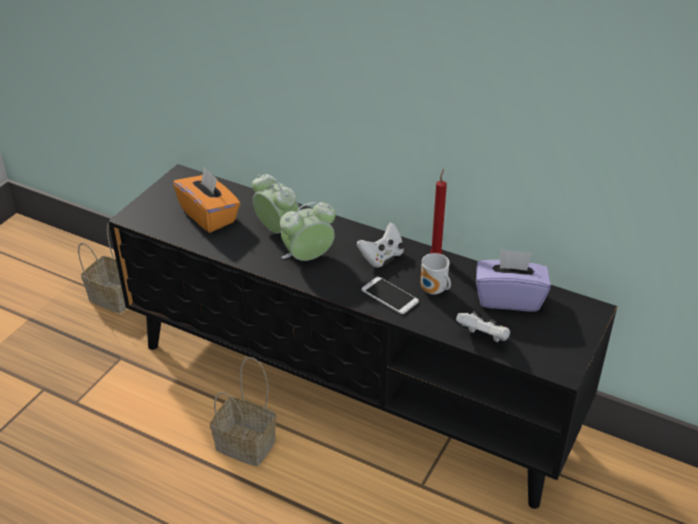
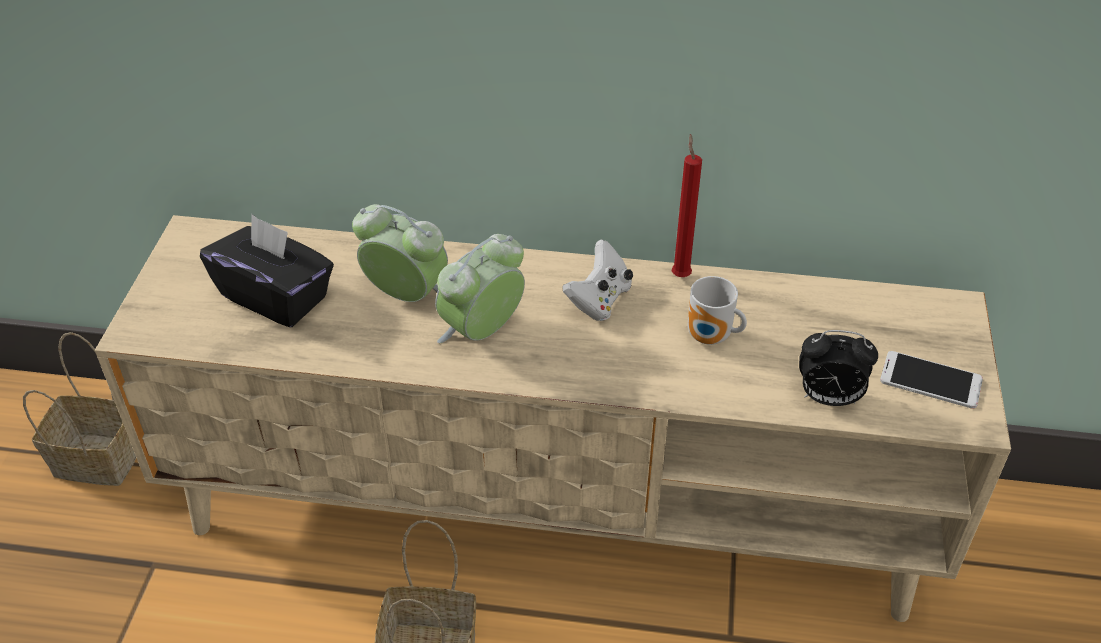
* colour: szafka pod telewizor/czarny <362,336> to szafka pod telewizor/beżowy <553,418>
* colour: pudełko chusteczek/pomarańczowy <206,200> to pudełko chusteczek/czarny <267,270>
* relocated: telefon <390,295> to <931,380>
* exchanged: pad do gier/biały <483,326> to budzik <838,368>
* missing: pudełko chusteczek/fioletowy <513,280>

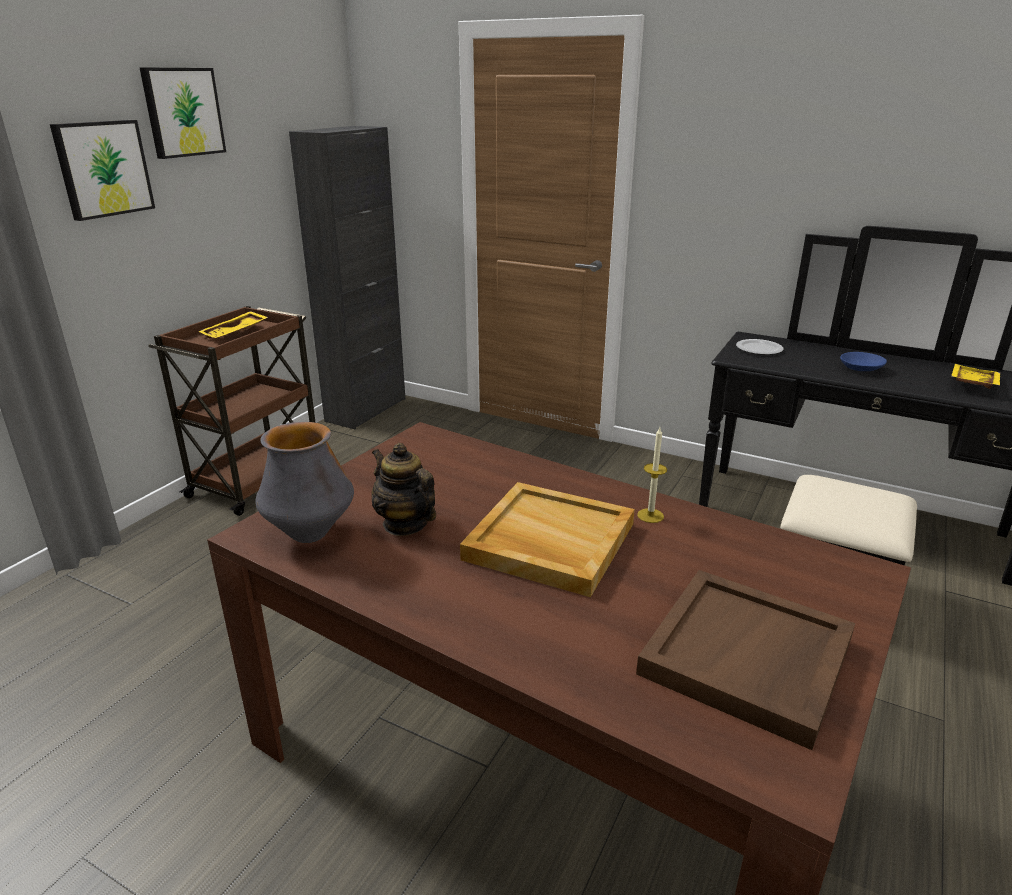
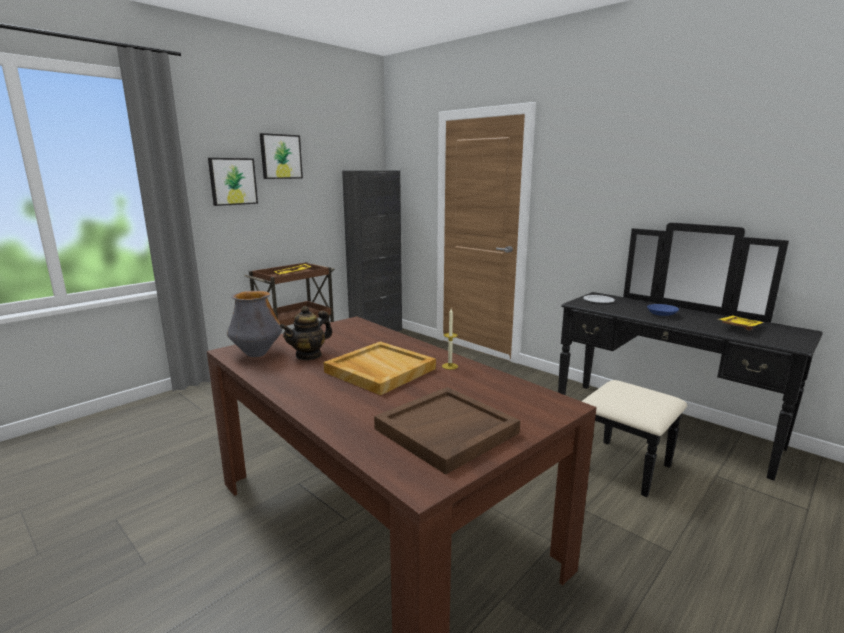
* spun: imbryk <403,489> = <306,333> 105 degrees counterclockwise

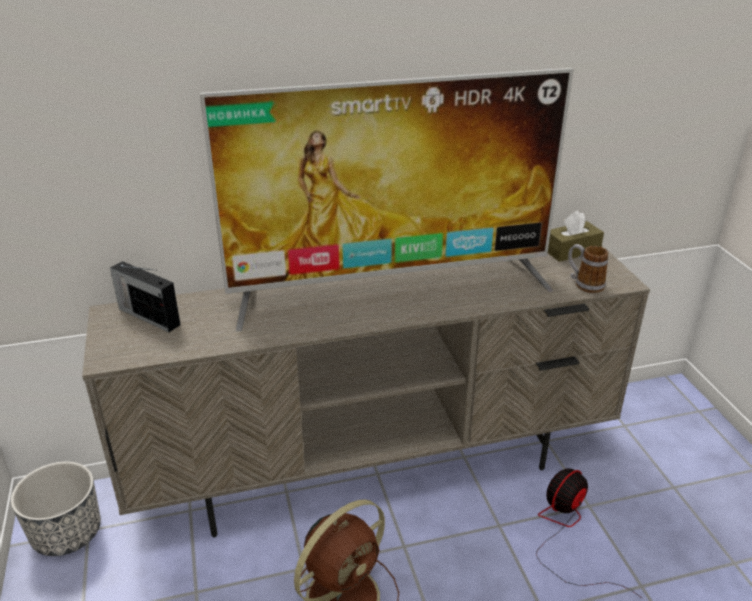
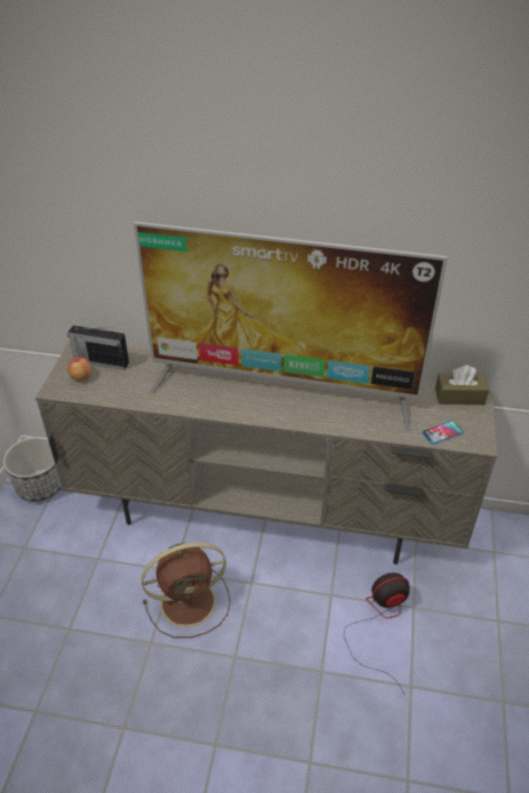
* spun: radio <145,296> = <98,347> 45 degrees counterclockwise
* exchanged: kubek <588,268> to telefon <443,432>
* appeared: jabłko <79,369>

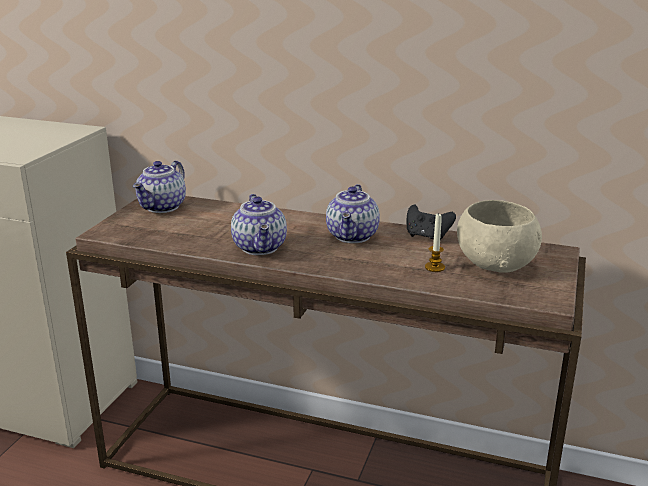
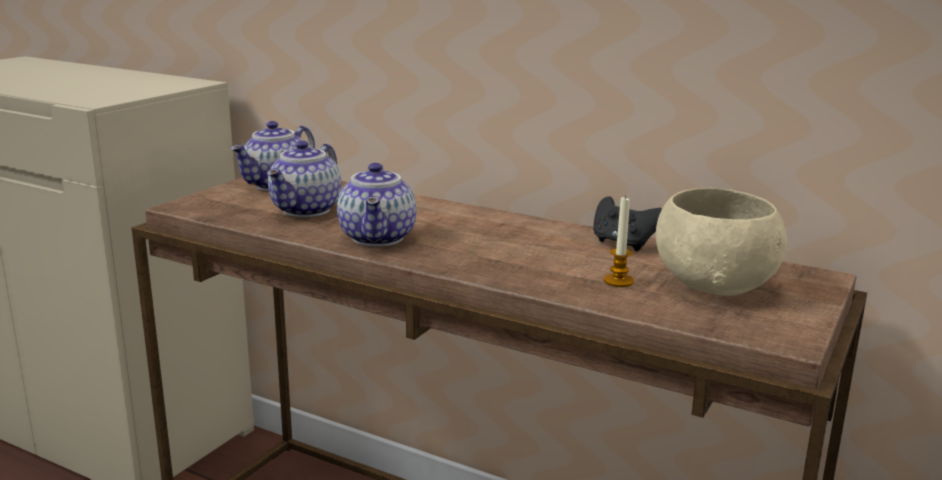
* relocated: imbryk <353,213> to <304,179>

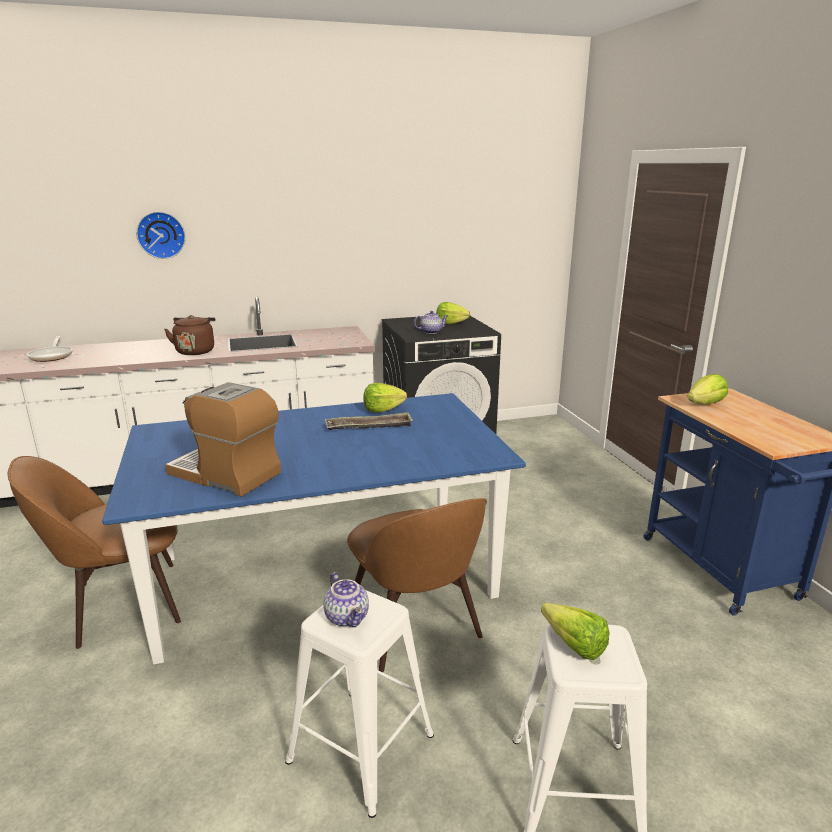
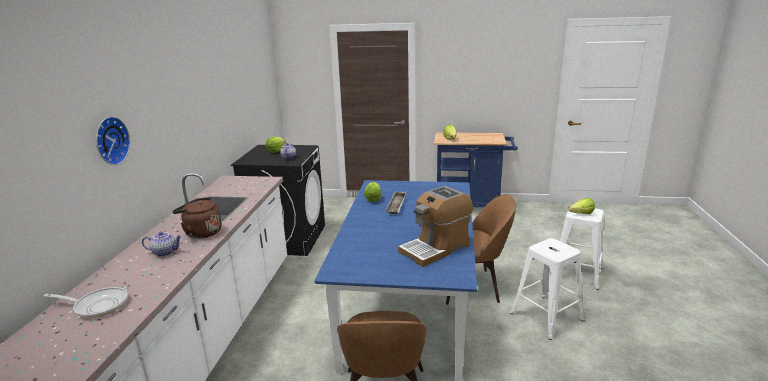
* relocated: imbryk <346,599> to <162,244>

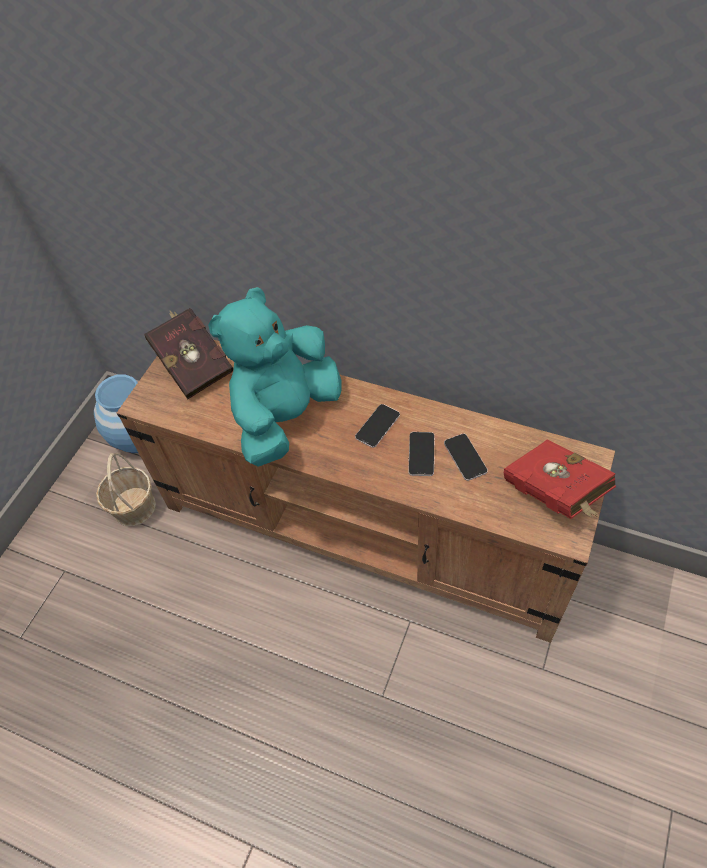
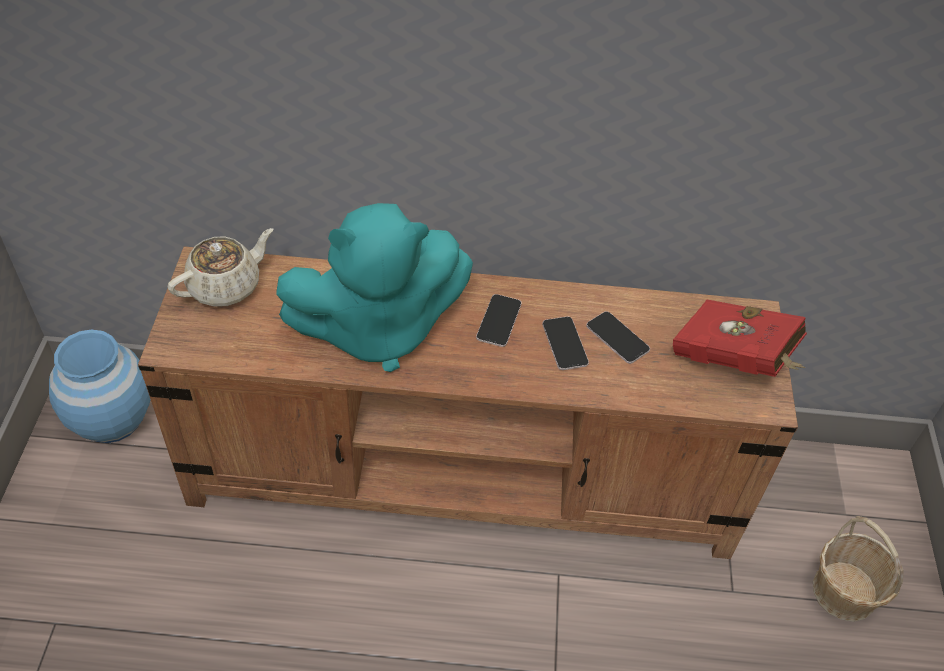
* relocated: koszyk <126,489> to <858,569>
* exchanged: książka/czerwony <188,354> to imbryk/beżowy <220,267>
* spun: pluszak/turkusowy <275,377> = <374,287> 120 degrees counterclockwise

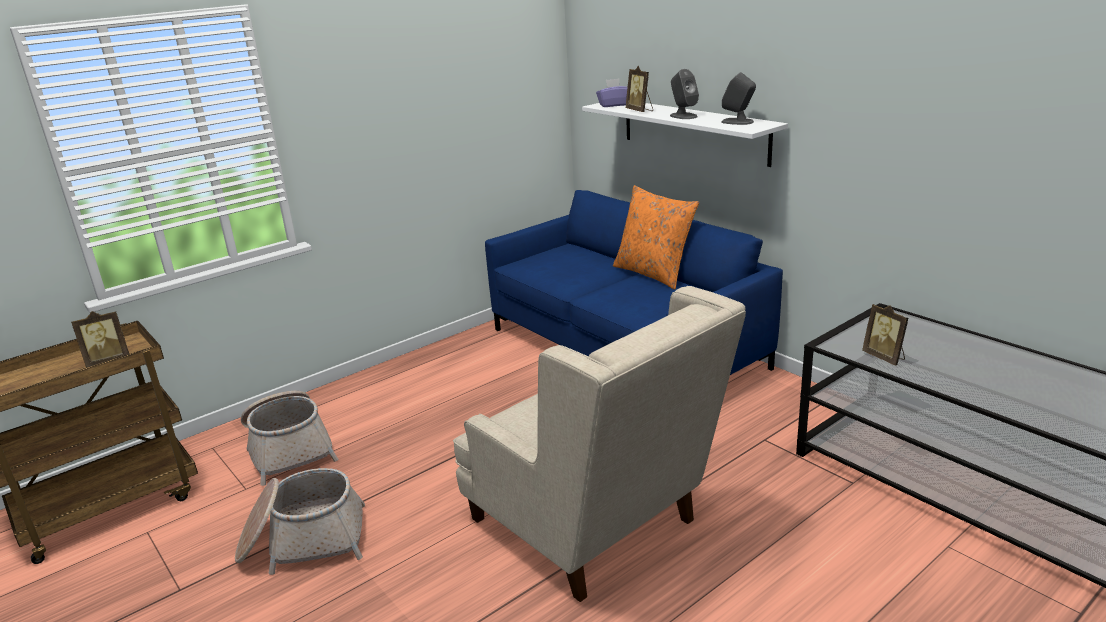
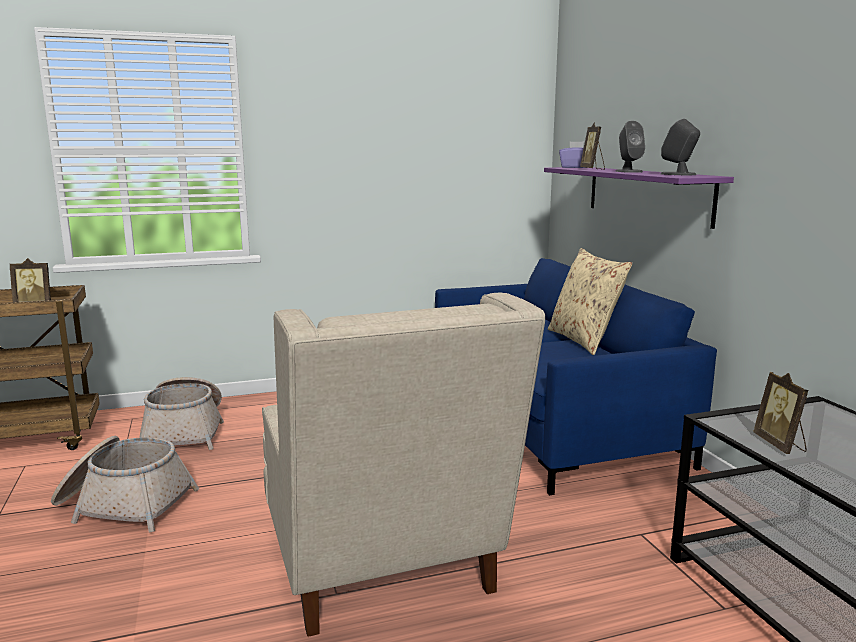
* colour: półka/biały <685,135> to półka/fioletowy <639,198>
* colour: poduszka/pomarańczowy <656,237> to poduszka/beżowy <590,301>

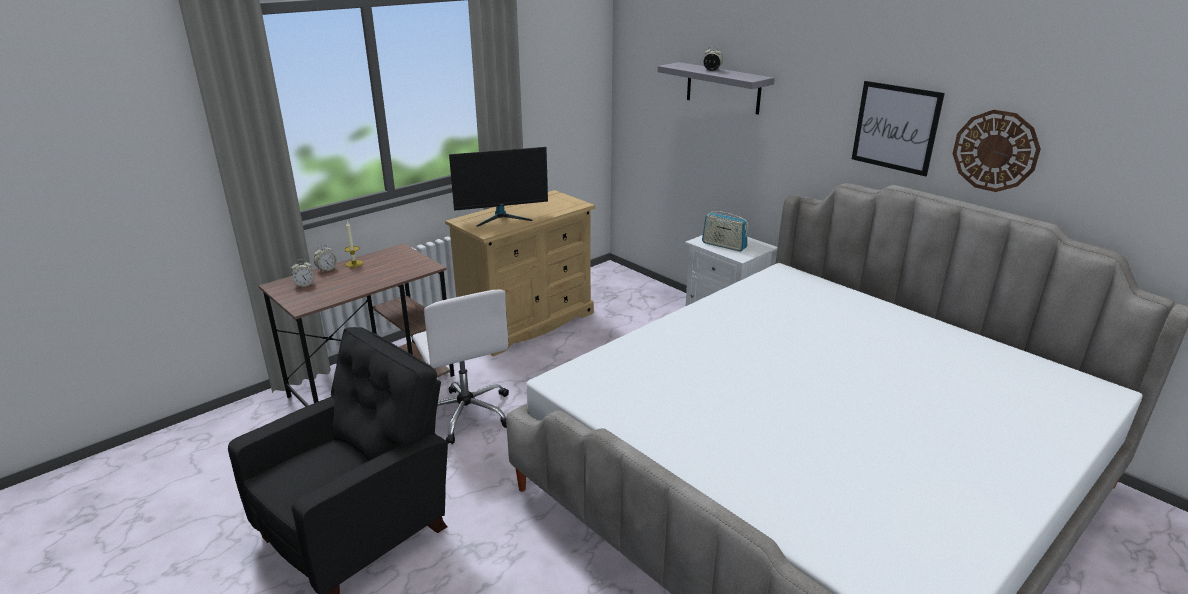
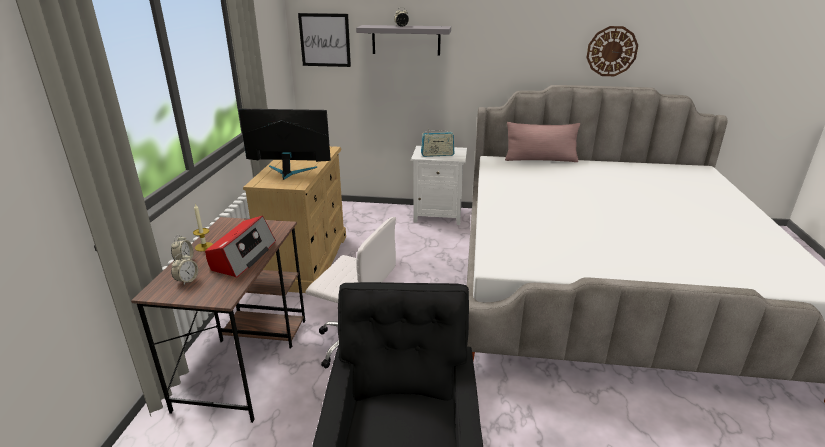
* spun: monitor <498,187> = <285,144> 120 degrees counterclockwise
* relocated: obraz <898,129> to <324,40>
* appeared: radio <240,247>
* appeared: poduszka/różowy <542,142>

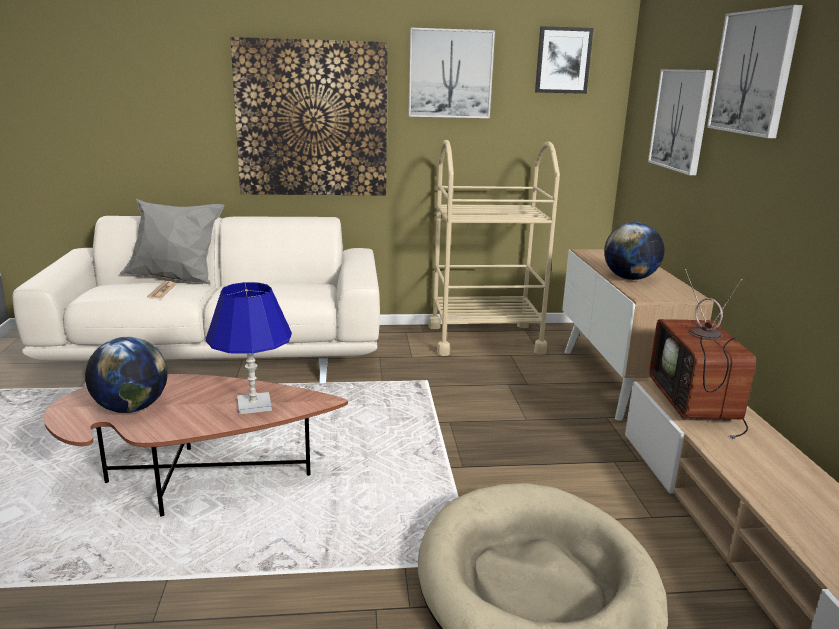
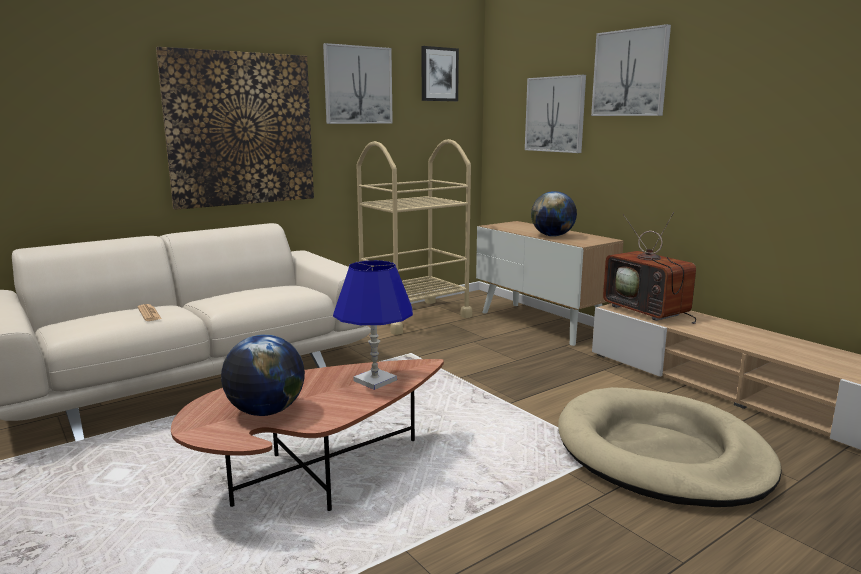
* missing: poduszka/szary <172,241>

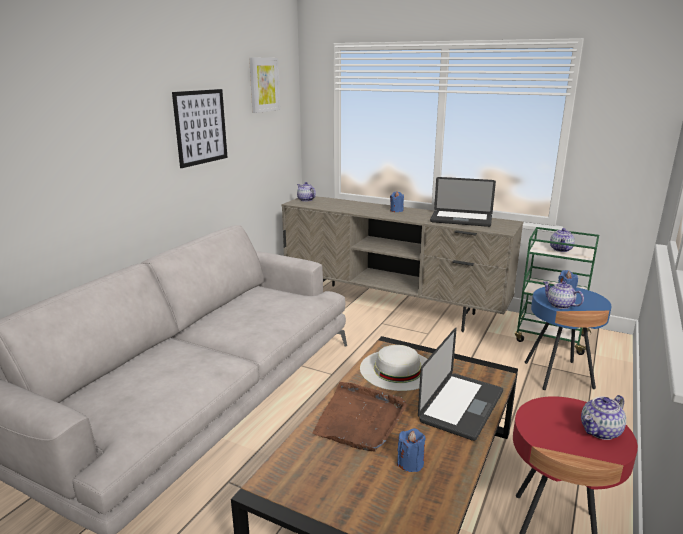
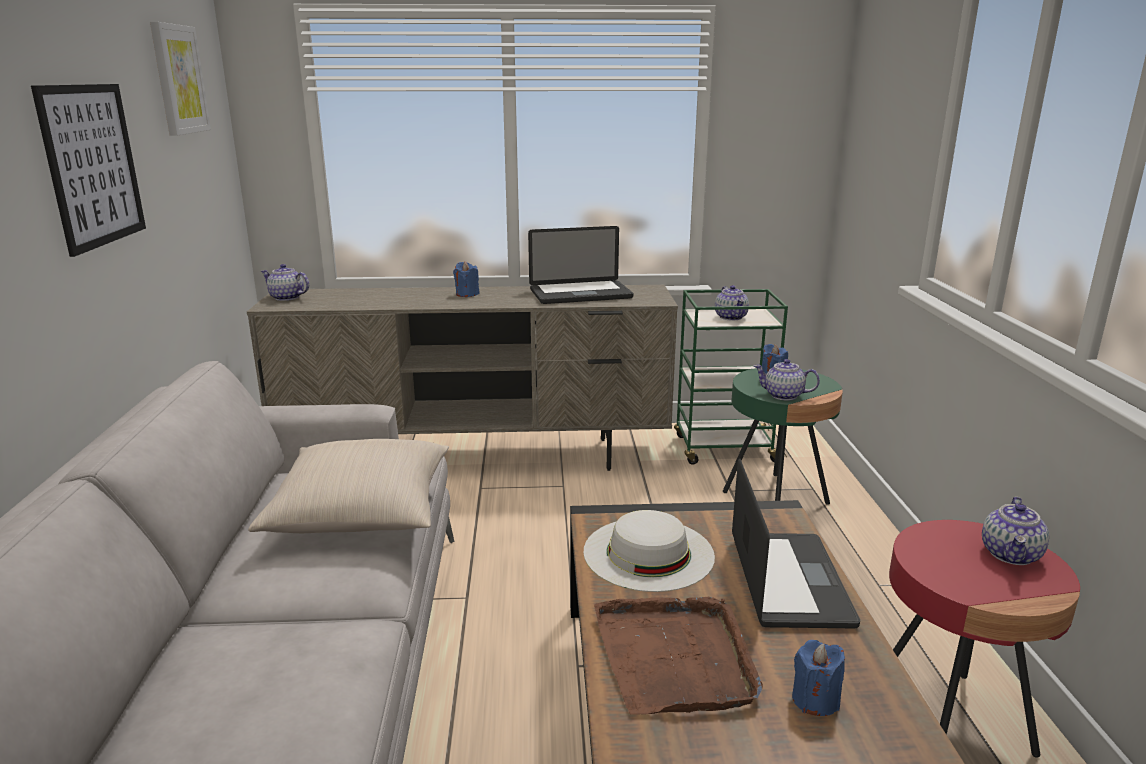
* colour: stolik/niebieski <568,338> to stolik/zielony <783,436>
* appeared: poduszka/beżowy <348,486>

